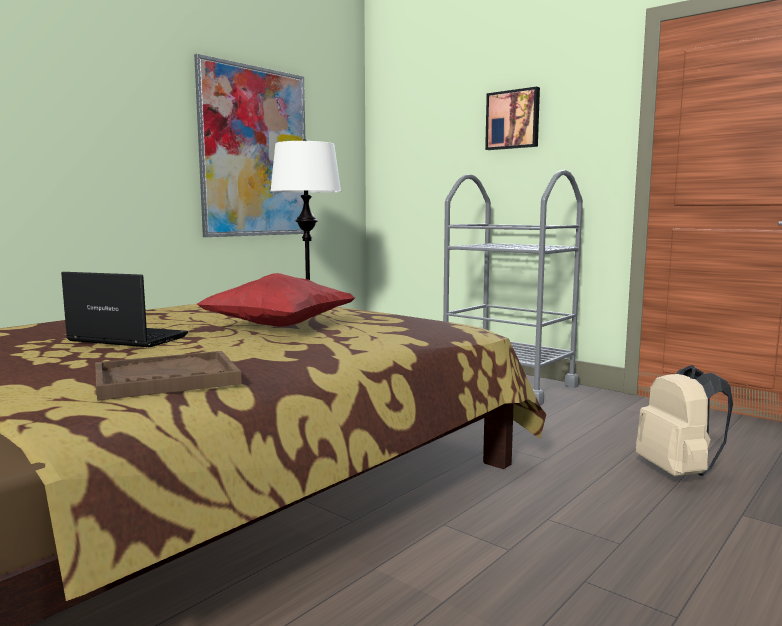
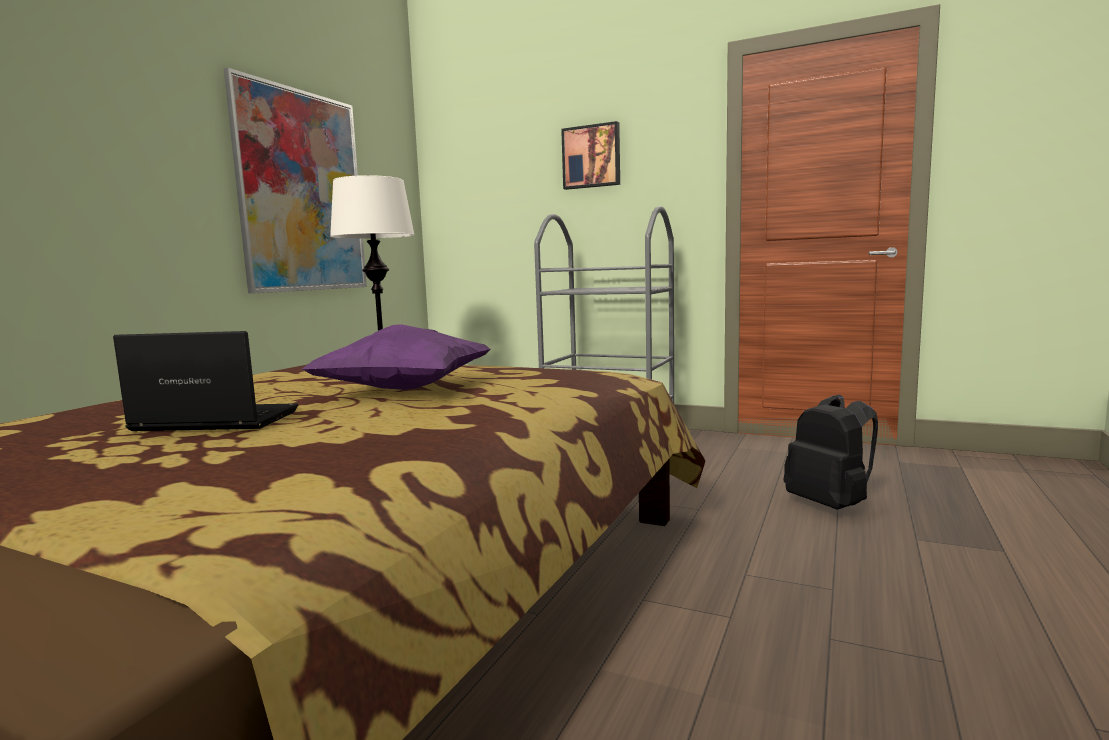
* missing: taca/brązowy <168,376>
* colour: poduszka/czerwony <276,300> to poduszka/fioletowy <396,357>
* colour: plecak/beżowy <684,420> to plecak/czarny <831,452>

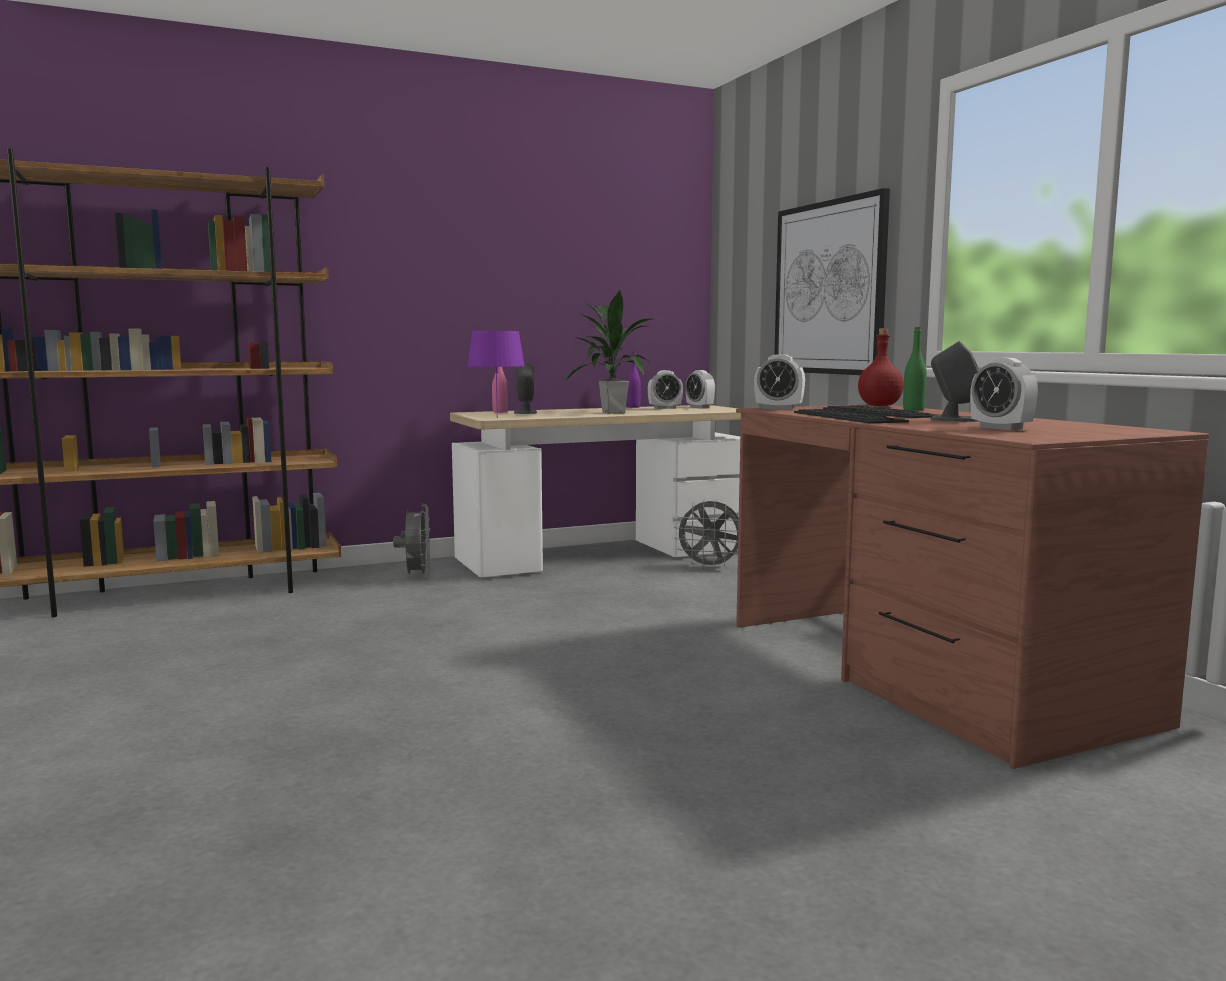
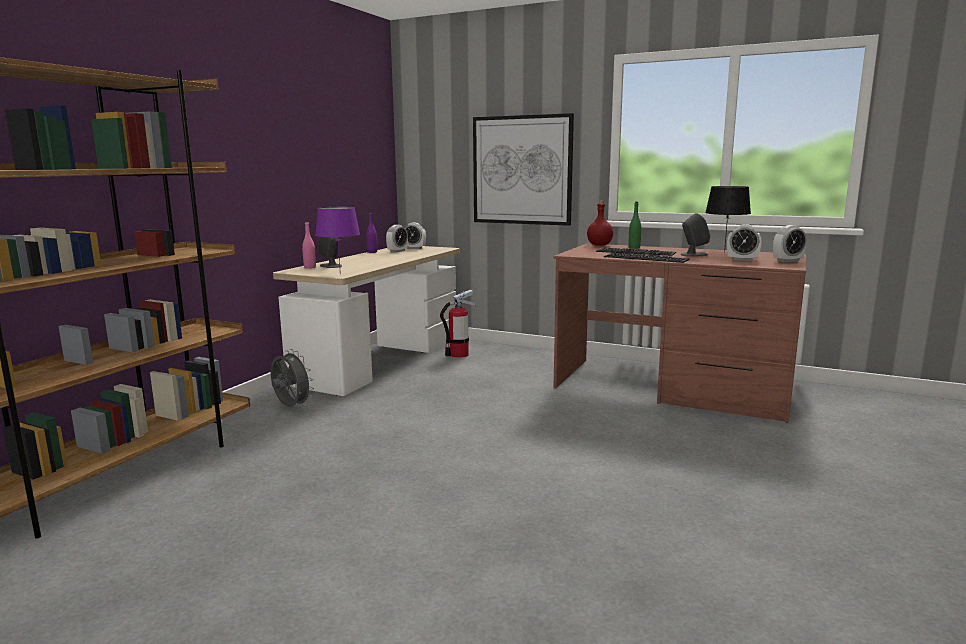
* missing: roślina doniczkowa <610,351>
* exchanged: wentylator/szary <706,534> to gaśnica <457,324>
* relocated: budzik <779,382> to <790,243>
* appeared: lampa stołowa/czarny <728,219>

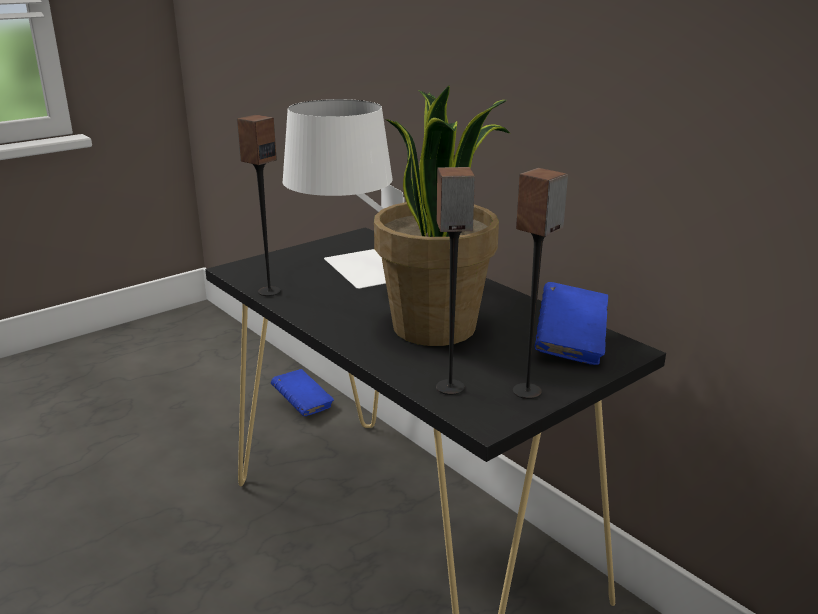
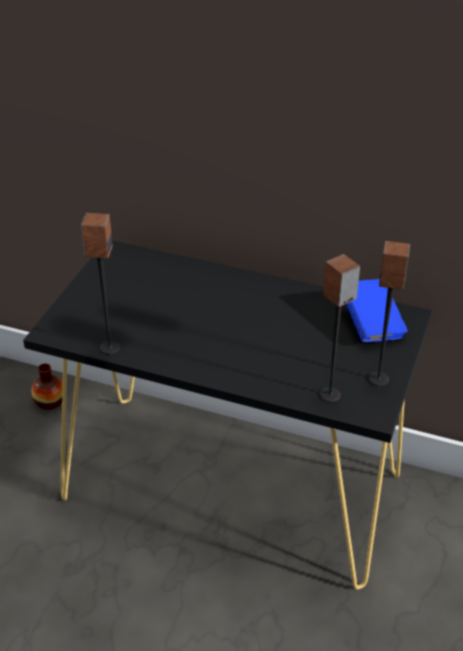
* exchanged: książka/niebieski <302,392> to wazon <47,386>
* missing: lampa stołowa/biały <344,194>
* missing: roślina doniczkowa <442,216>

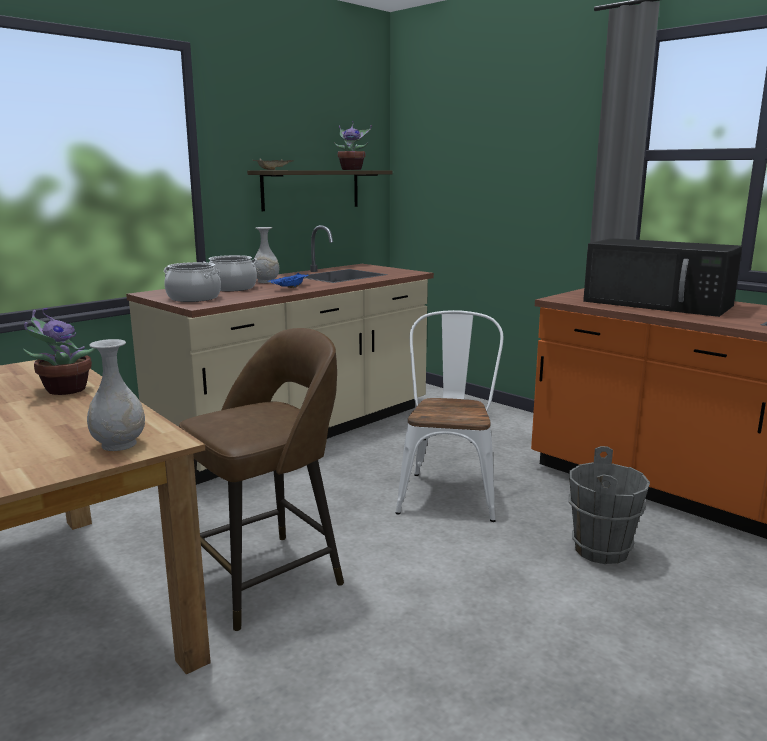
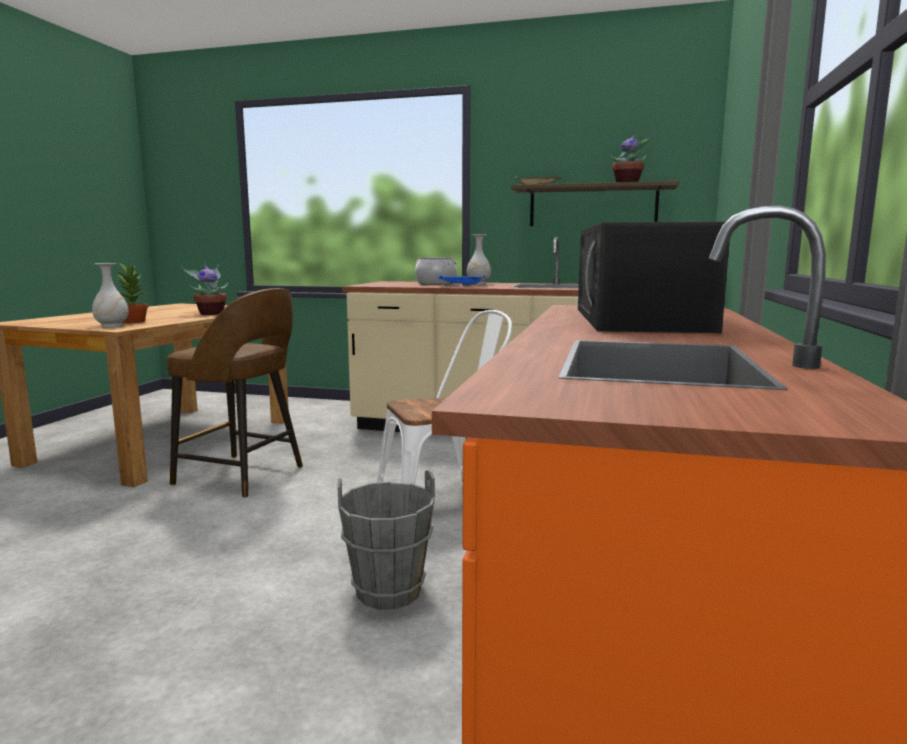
* missing: garnek <192,282>
* appeared: roślina doniczkowa <132,292>

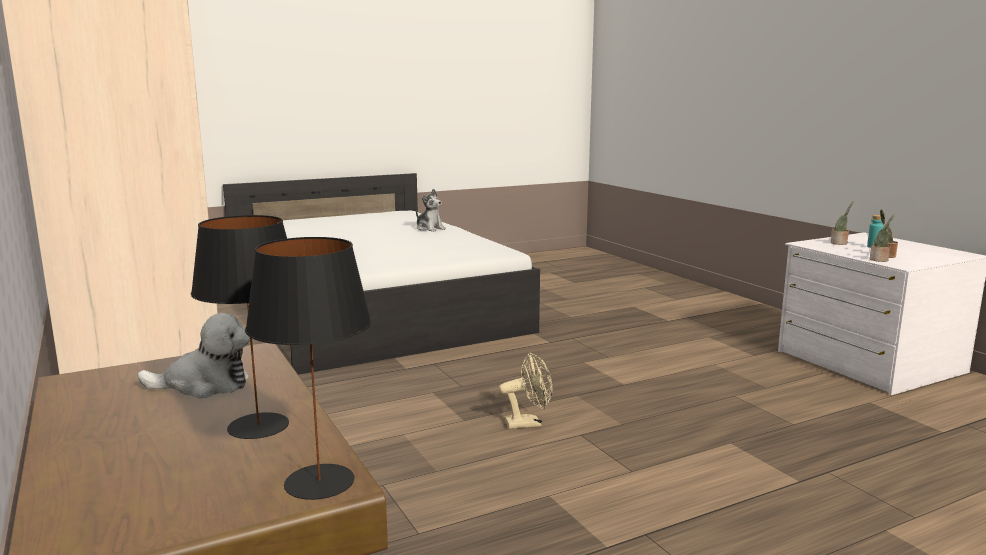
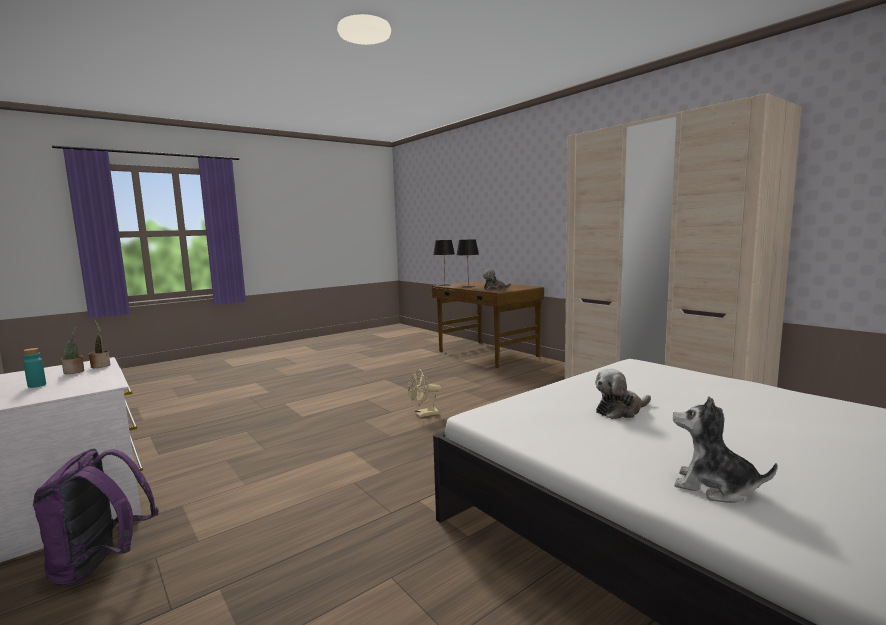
* missing: roślina doniczkowa <842,223>
* appeared: plecak/fioletowy <96,518>
* appeared: pluszak <623,394>

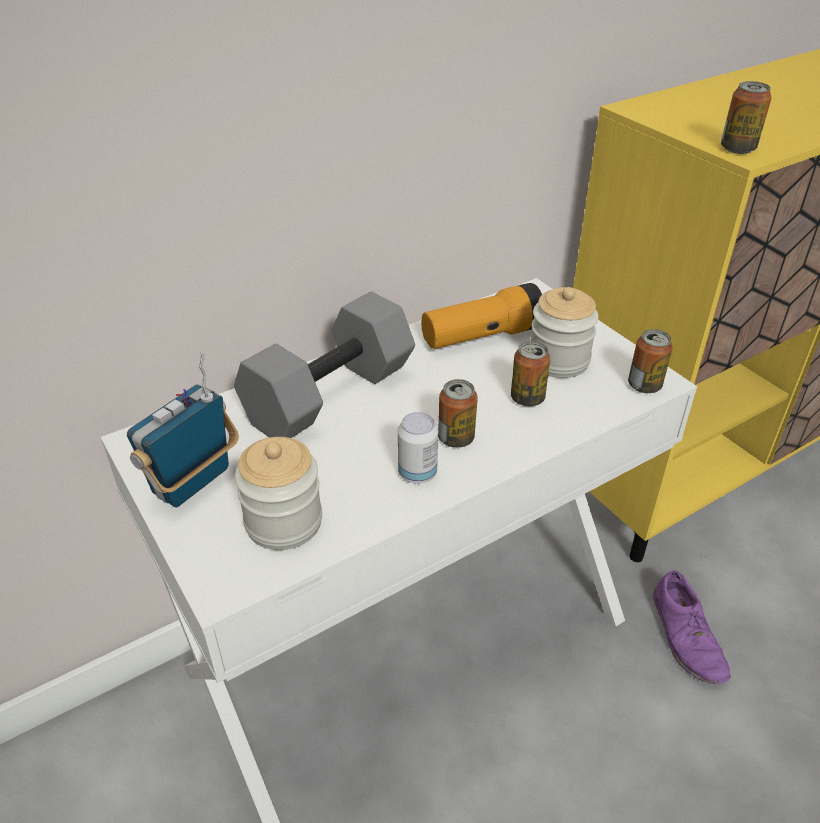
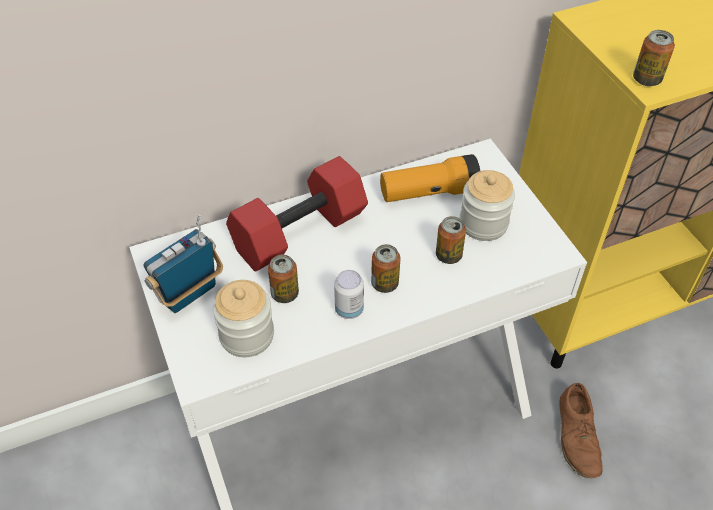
* colour: hantel/szary <324,364> to hantel/czerwony <297,214>
* relocated: puszka <650,361> to <283,278>
* colour: but/fioletowy <692,627> to but/brązowy <580,430>

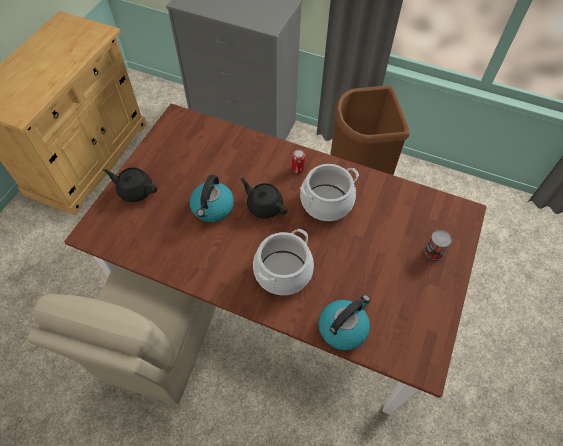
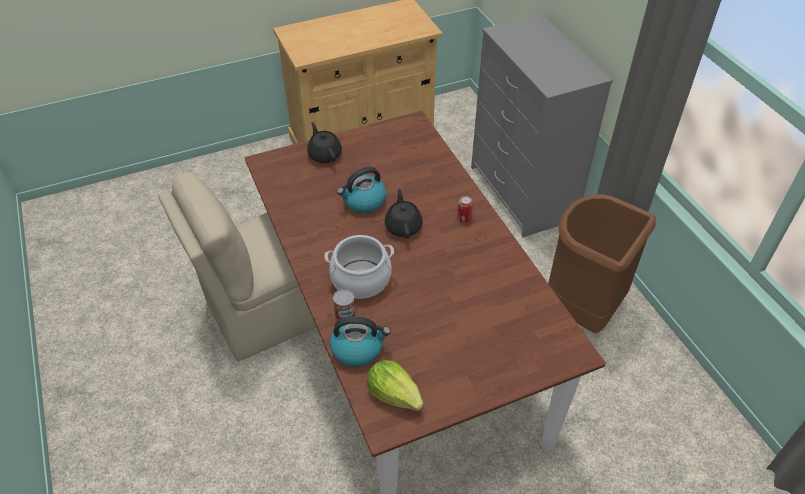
* missing: garnek <329,192>
* relocated: puszka <438,245> to <344,305>
* appeared: sałata <395,385>

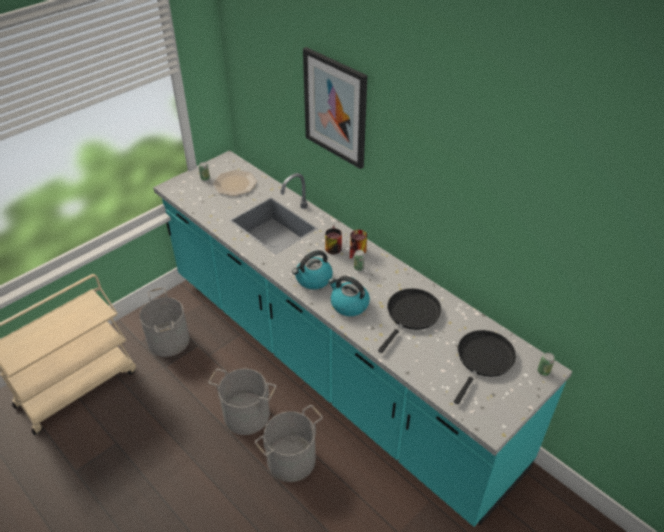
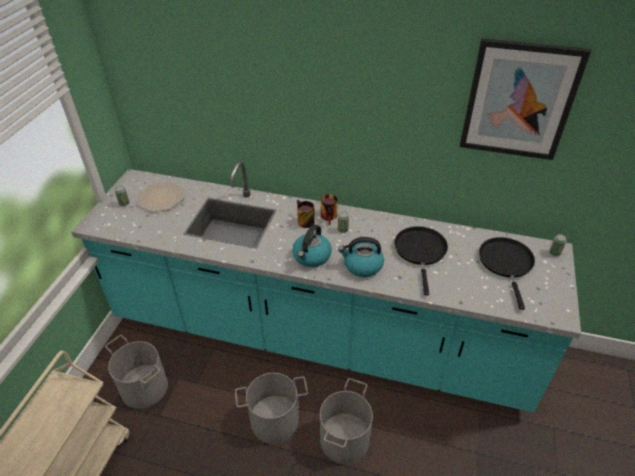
* relocated: obraz <335,108> to <525,99>

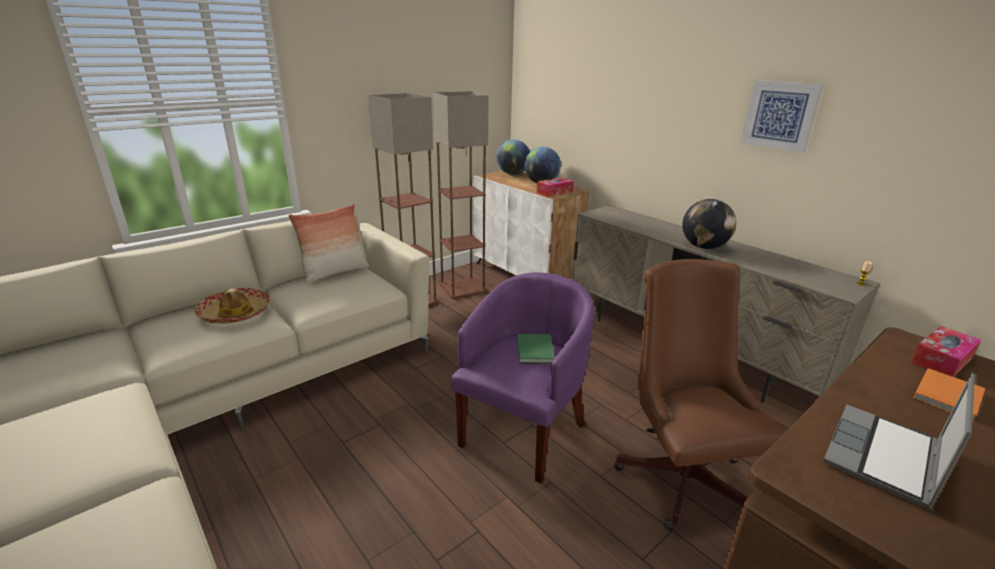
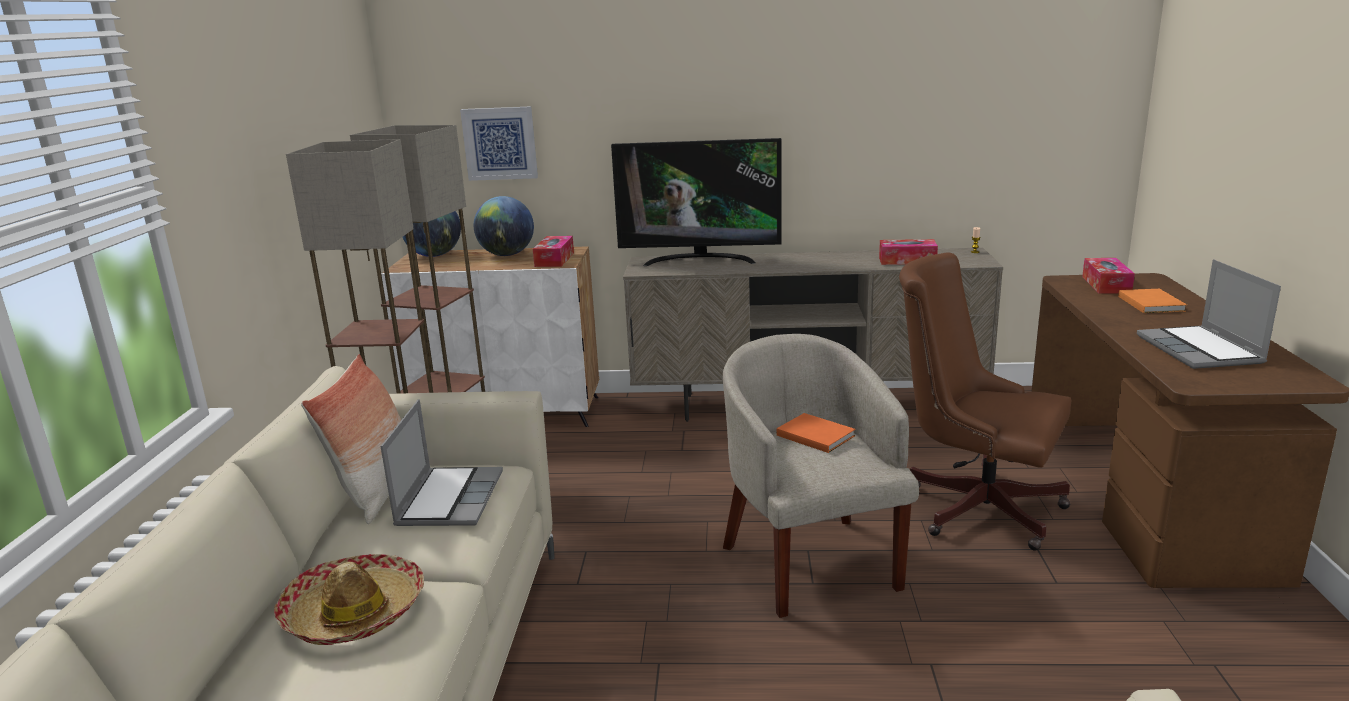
* colour: fotel/fioletowy <523,378> to fotel/beżowy <821,476>
* colour: książka/zielony <536,349> to książka/pomarańczowy <816,433>
* missing: globus <709,224>
* relocated: obraz <782,116> to <499,143>
* appeared: laptop <441,462>
* appeared: telewizor <696,202>
* appeared: pudełko chusteczek <908,252>

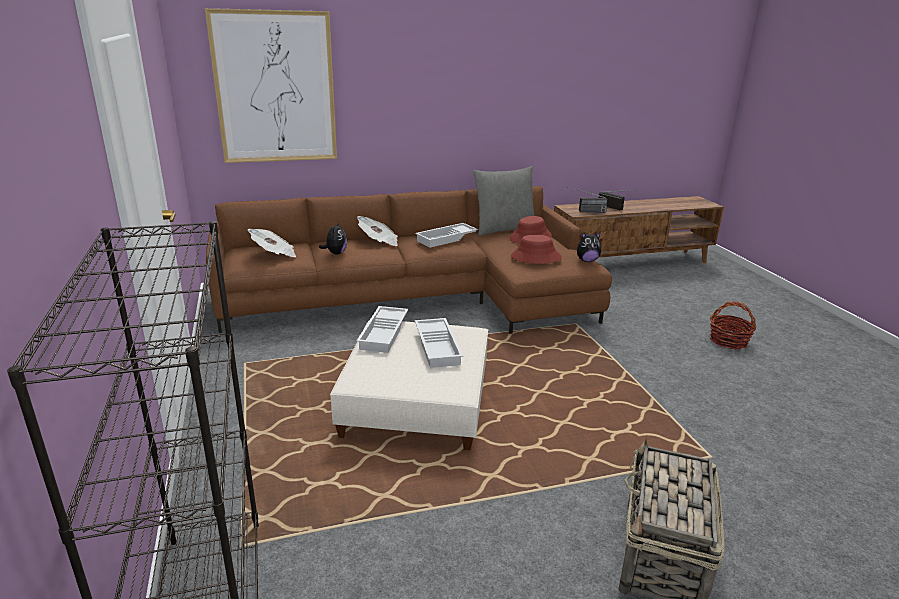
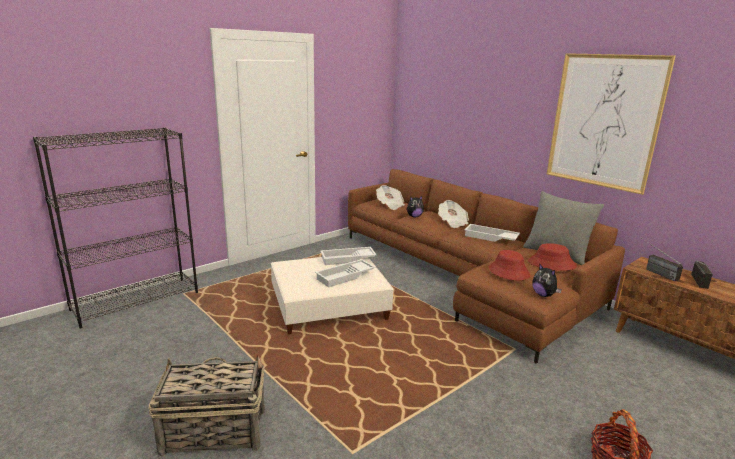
* relocated: obraz <271,85> to <611,124>

